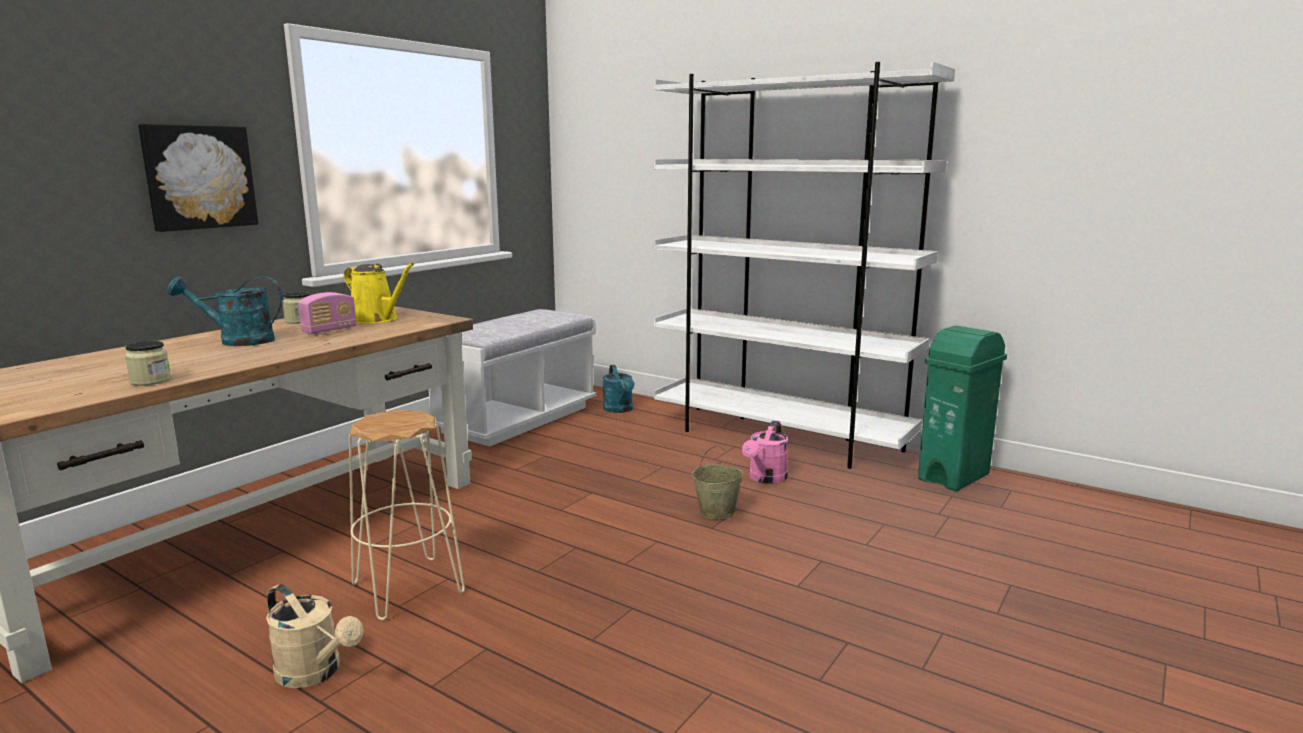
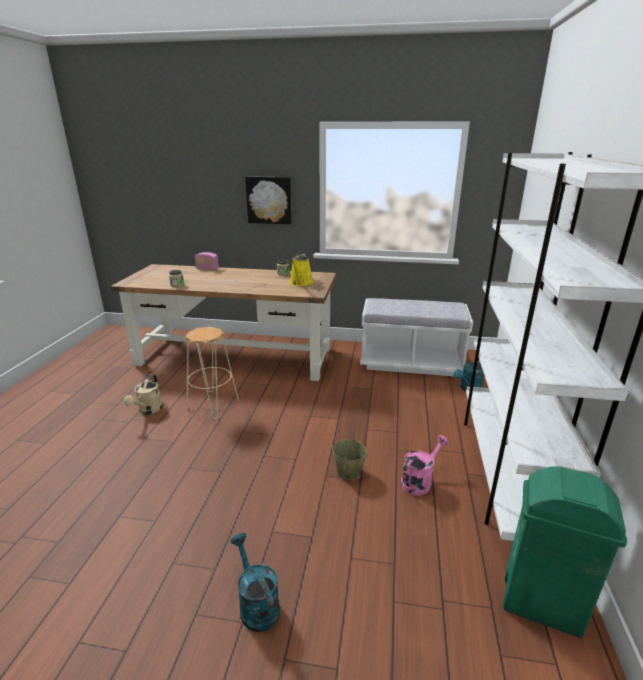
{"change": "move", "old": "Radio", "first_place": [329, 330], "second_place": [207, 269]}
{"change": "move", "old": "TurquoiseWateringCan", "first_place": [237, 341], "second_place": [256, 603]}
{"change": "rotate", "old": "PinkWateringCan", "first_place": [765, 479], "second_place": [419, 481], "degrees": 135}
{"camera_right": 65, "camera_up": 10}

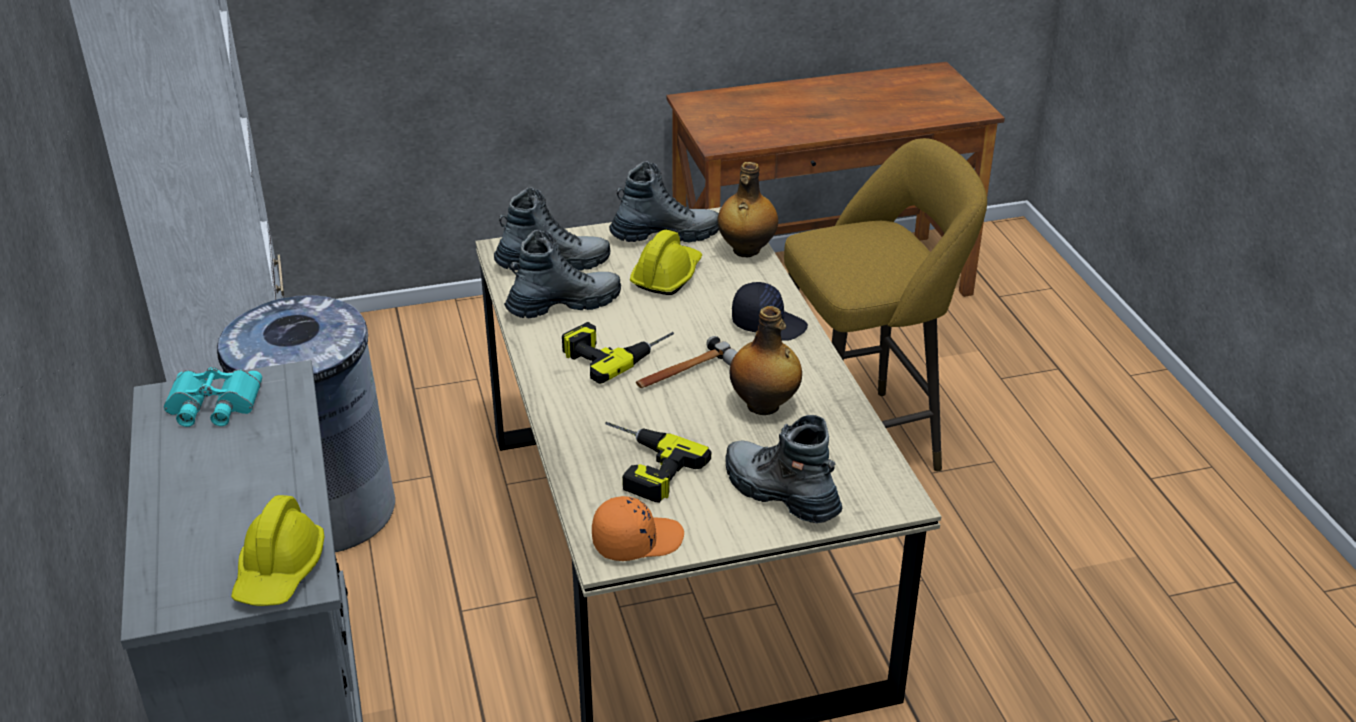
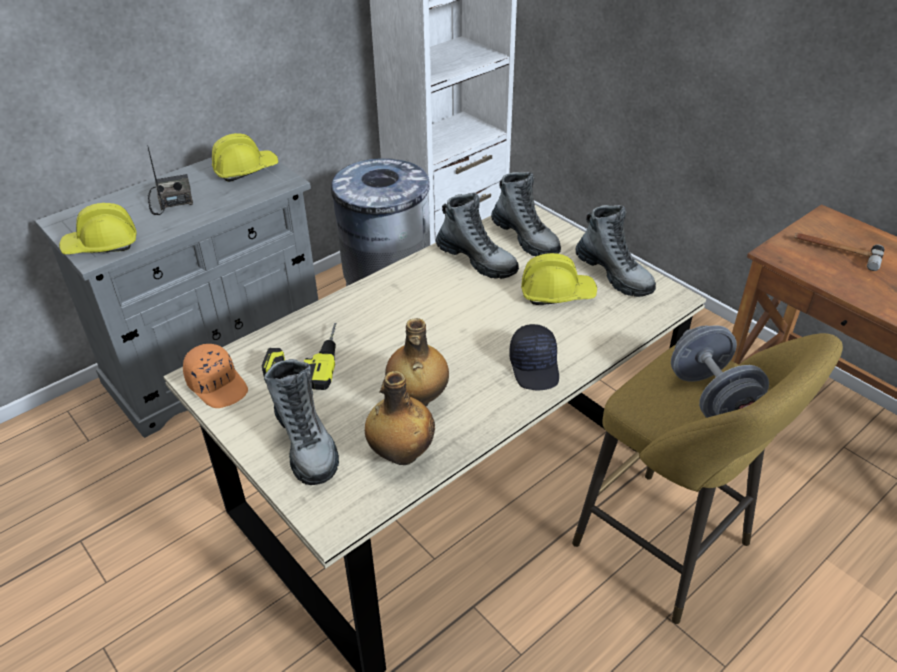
{"change": "insert", "new": "Radio", "second_place": [171, 200]}
{"change": "replace", "old": "TurquoiseBinoculars", "new": "YellowHardHat", "first_place": [212, 405], "second_place": [245, 170]}
{"change": "rotate", "old": "Boot", "first_place": [780, 493], "second_place": [306, 443], "degrees": 135}
{"change": "move", "old": "Bottle", "first_place": [746, 250], "second_place": [401, 454]}
{"change": "insert", "new": "GreyDumbbell", "second_place": [711, 398]}
{"change": "move", "old": "Hammer", "first_place": [686, 373], "second_place": [835, 251]}
{"change": "delete", "old": "PowerDrill", "first_place": [616, 351]}
{"camera_right": 65, "camera_up": 5}

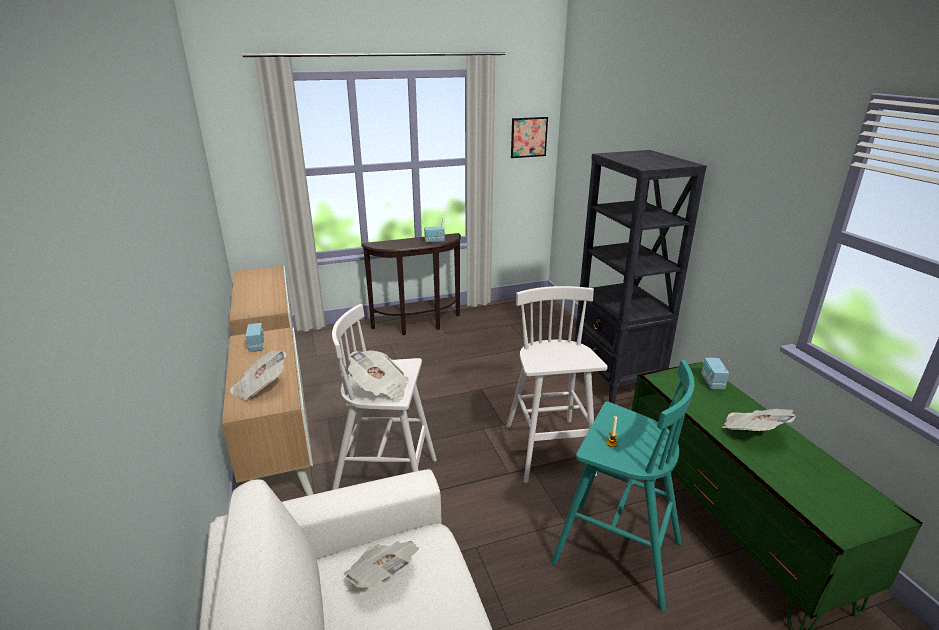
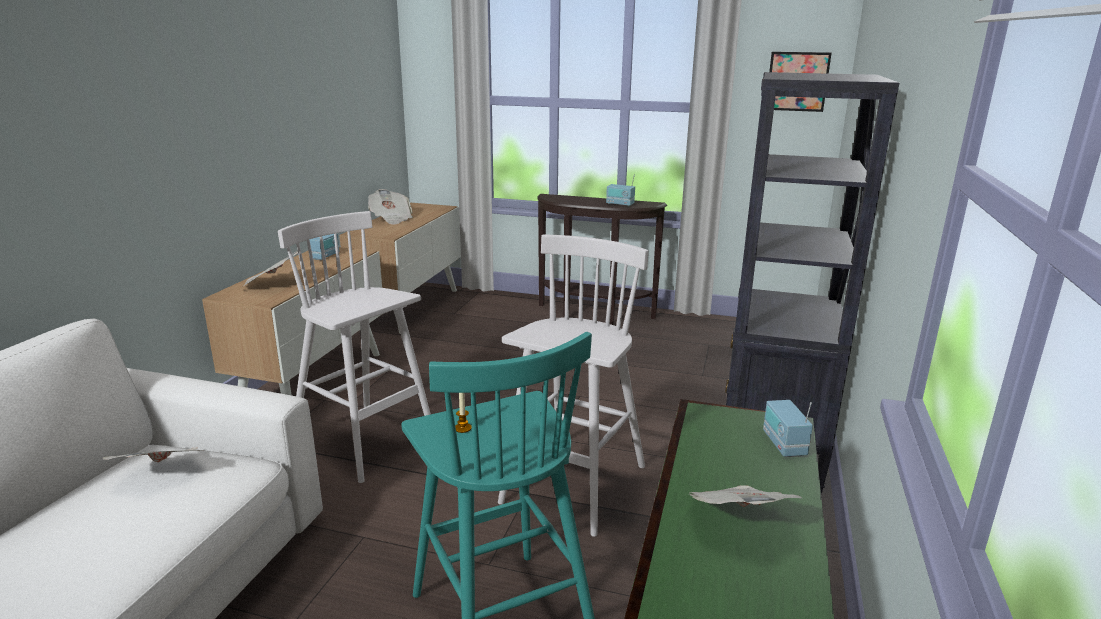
{"change": "move", "old": "Newspaper", "first_place": [380, 388], "second_place": [391, 219]}
{"change": "rotate", "old": "Radio", "first_place": [712, 382], "second_place": [783, 444], "degrees": -45}
{"camera_right": 35, "camera_up": -5}

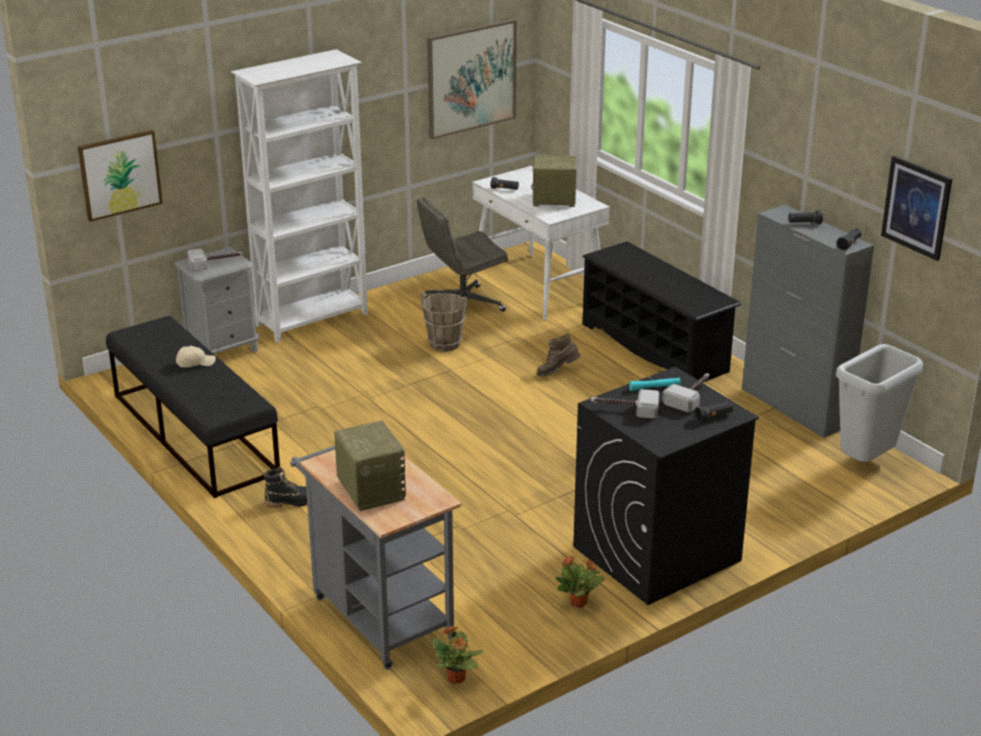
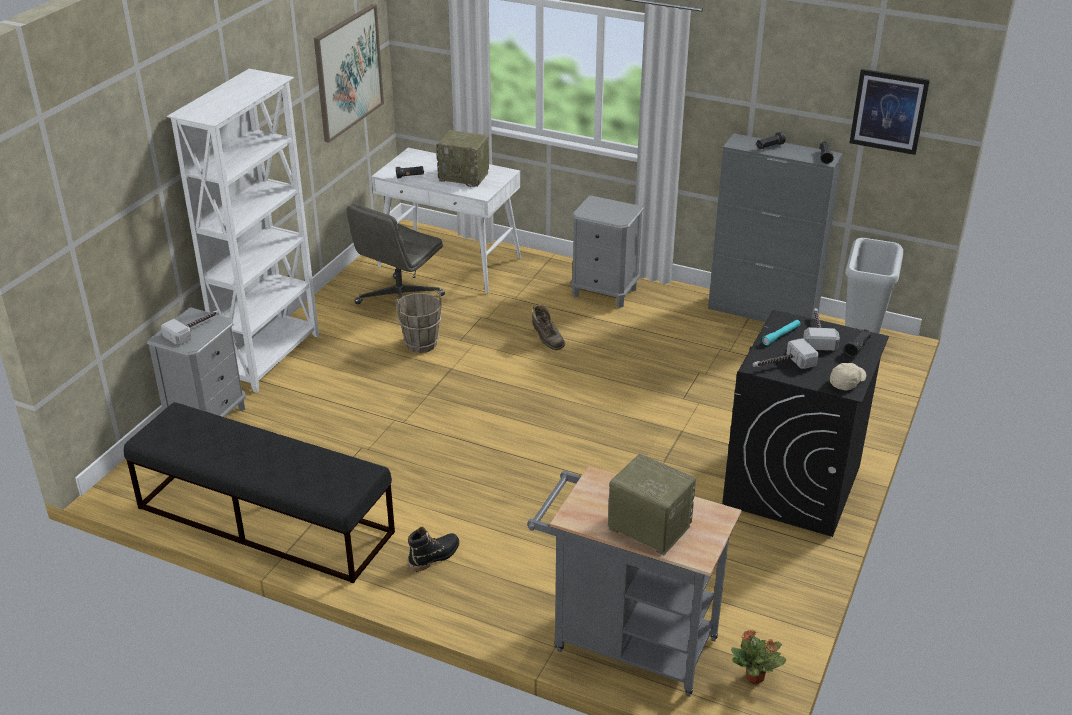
{"change": "rotate", "old": "Radio", "first_place": [553, 200], "second_place": [465, 176], "degrees": -135}
{"change": "rotate", "old": "BrownBoot", "first_place": [557, 372], "second_place": [546, 340], "degrees": -75}
{"change": "replace", "old": "BlackShoeRack", "new": "GreyNightstand", "first_place": [655, 348], "second_place": [604, 292]}
{"change": "move", "old": "BeigeCap", "first_place": [195, 363], "second_place": [847, 381]}
{"change": "delete", "old": "Picture", "first_place": [120, 174]}
{"change": "delete", "old": "PottedPlant", "first_place": [579, 603]}
{"camera_right": -30, "camera_up": 5}

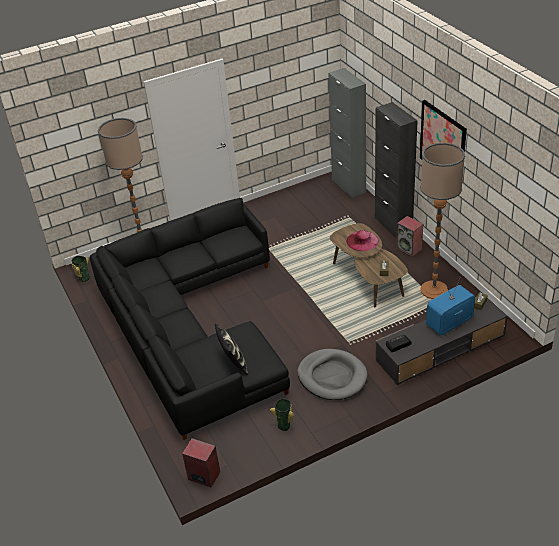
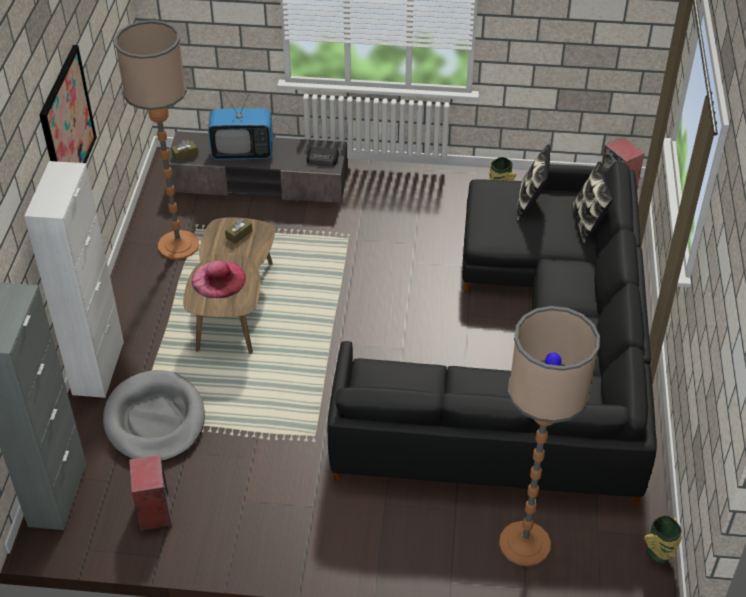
{"change": "recolor", "old": "BlackCabinet", "new": "WhiteCabinet", "first_place": [393, 225], "second_place": [98, 368]}
{"change": "move", "old": "GreyDogBed", "first_place": [332, 376], "second_place": [155, 420]}
{"change": "move", "old": "Speaker", "first_place": [409, 249], "second_place": [153, 511]}
{"change": "insert", "new": "Pillow", "second_place": [588, 223]}
{"camera_right": -150, "camera_up": 5}

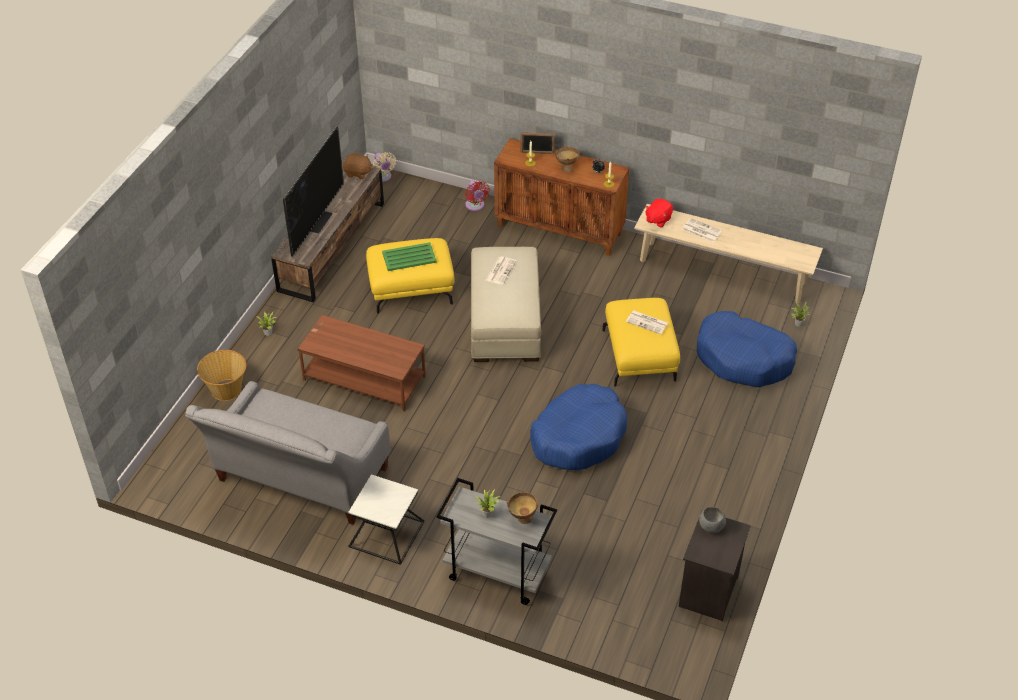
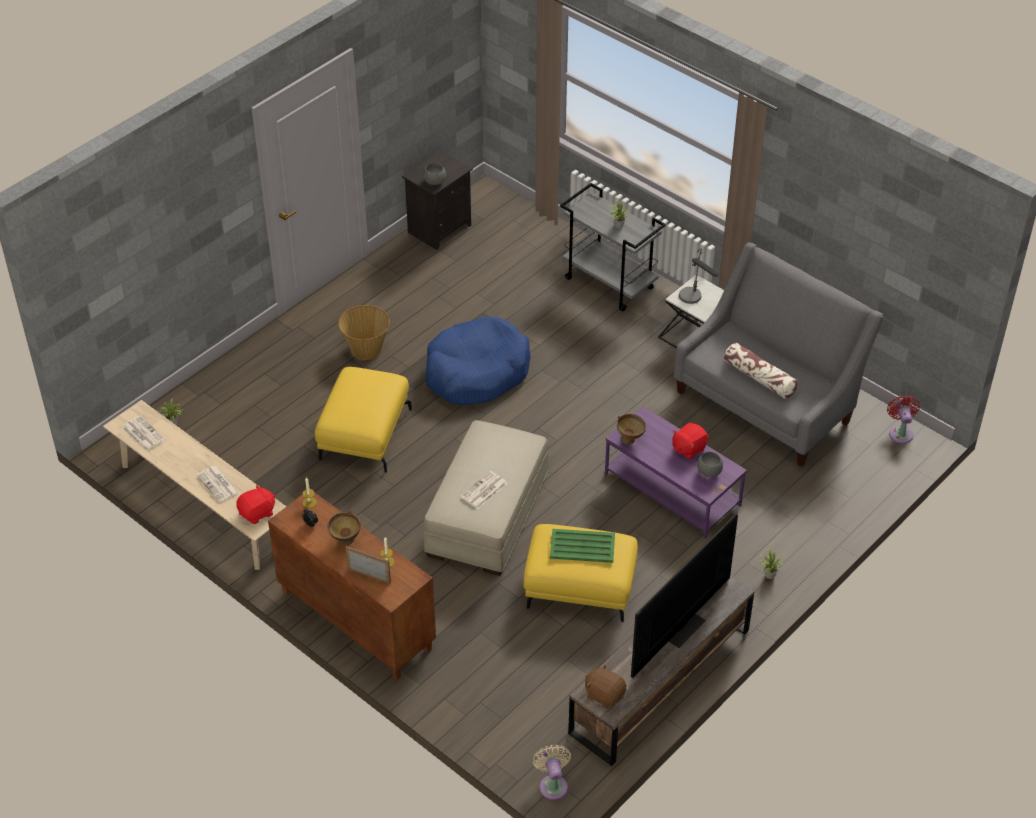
{"change": "move", "old": "Newspaper", "first_place": [647, 322], "second_place": [143, 434]}
{"change": "move", "old": "Basket", "first_place": [226, 390], "second_place": [366, 348]}
{"change": "recolor", "old": "BrownCoffeeTable", "new": "PurpleCoffeeTable", "first_place": [363, 378], "second_place": [673, 489]}
{"change": "move", "old": "BrownBowl", "first_place": [521, 518], "second_place": [630, 440]}
{"change": "insert", "new": "RedPlushToy", "second_place": [688, 448]}
{"change": "insert", "new": "TableLamp", "second_place": [694, 300]}
{"change": "insert", "new": "GreyBowl", "second_place": [708, 472]}
{"change": "insert", "new": "Pillow", "second_place": [759, 378]}
{"change": "move", "old": "RedFan", "first_place": [475, 206], "second_place": [900, 432]}
{"change": "delete", "old": "BlueDogBed", "first_place": [743, 358]}
{"camera_right": -160, "camera_up": 0}

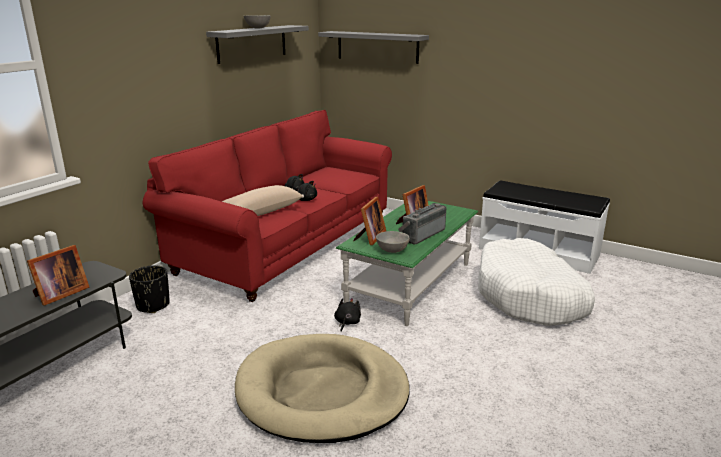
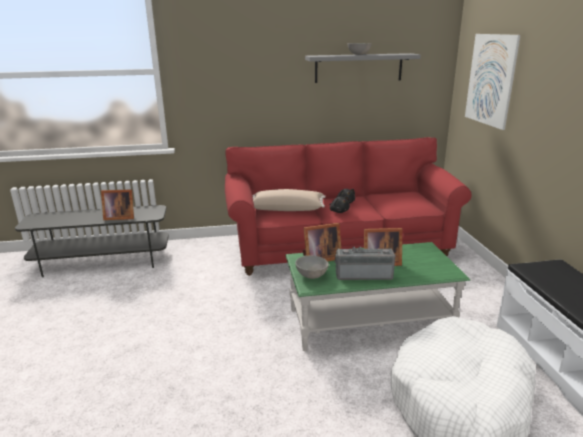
{"change": "replace", "old": "GreyShelf", "new": "Picture", "first_place": [377, 47], "second_place": [490, 80]}
{"change": "delete", "old": "BlackPlanter", "first_place": [153, 305]}
{"change": "delete", "old": "BeigeDogBed", "first_place": [322, 392]}
{"change": "delete", "old": "BlackPlushToy", "first_place": [347, 323]}
{"camera_right": 50, "camera_up": 0}

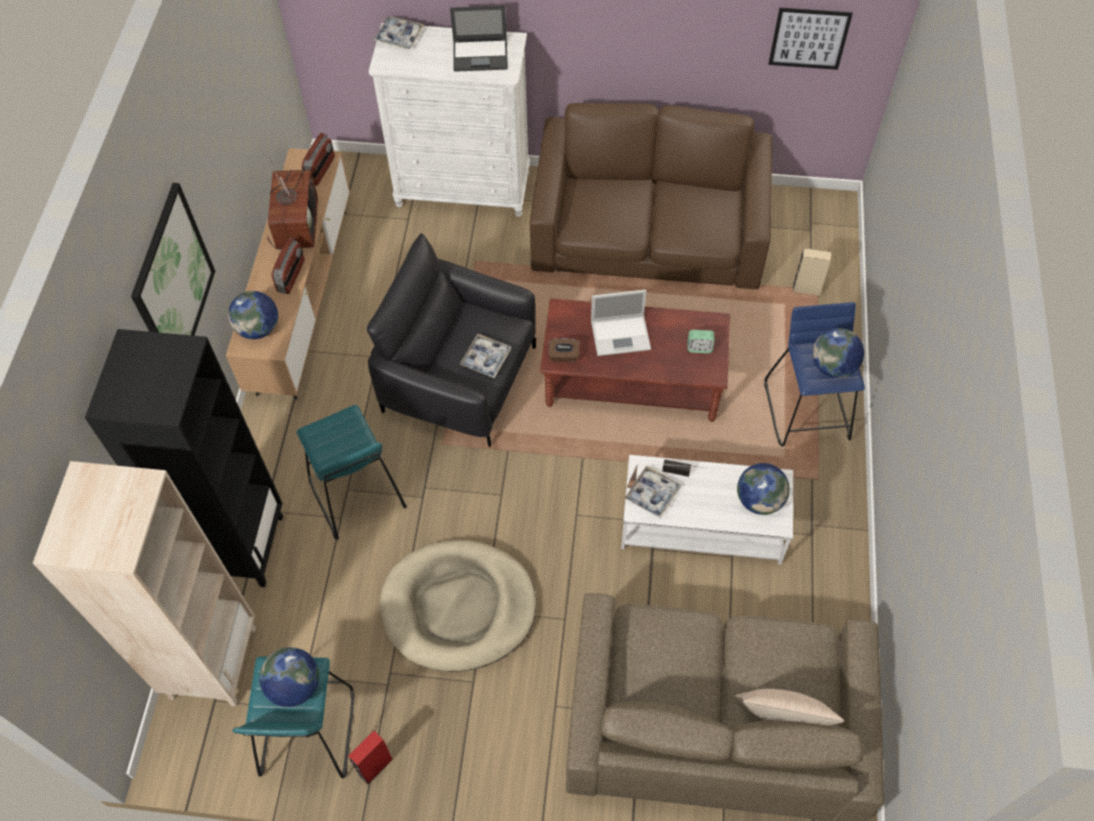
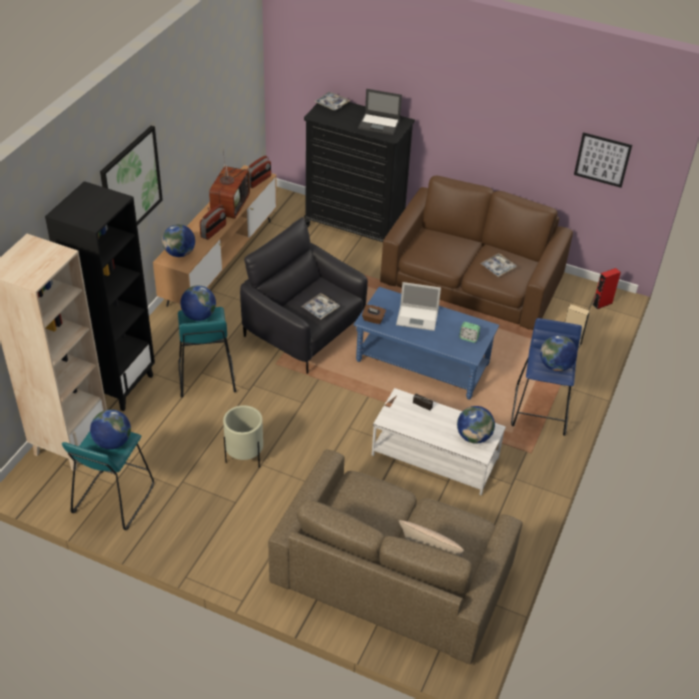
{"change": "insert", "new": "Globe", "second_place": [199, 316]}
{"change": "replace", "old": "BeigeDogBed", "new": "BeigePlanter", "first_place": [458, 607], "second_place": [245, 457]}
{"change": "recolor", "old": "WhiteDresser", "new": "BlackDresser", "first_place": [463, 189], "second_place": [354, 227]}
{"change": "recolor", "old": "BrownCoffeeTable", "new": "BlueCoffeeTable", "first_place": [633, 382], "second_place": [422, 363]}
{"change": "move", "old": "Tray", "first_place": [652, 494], "second_place": [498, 268]}
{"change": "move", "old": "RedSpeaker", "first_place": [375, 767], "second_place": [602, 304]}
{"camera_right": 15, "camera_up": -15}

